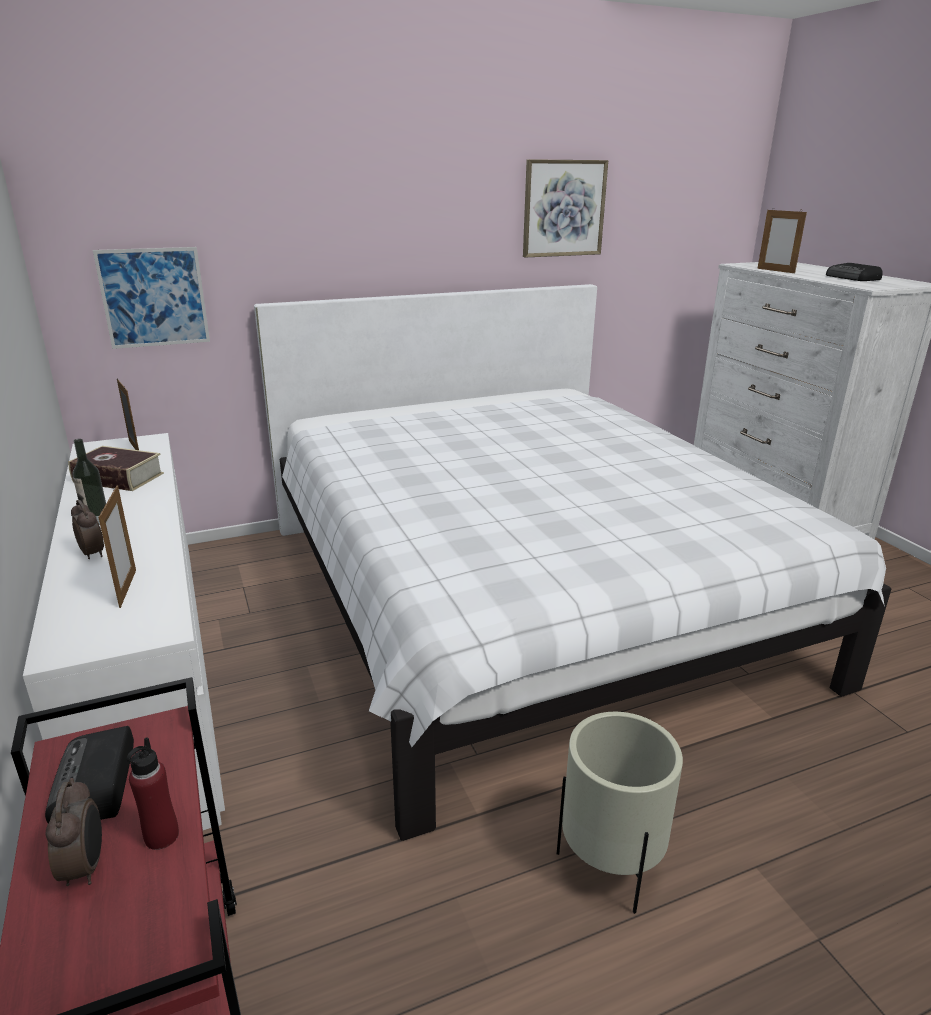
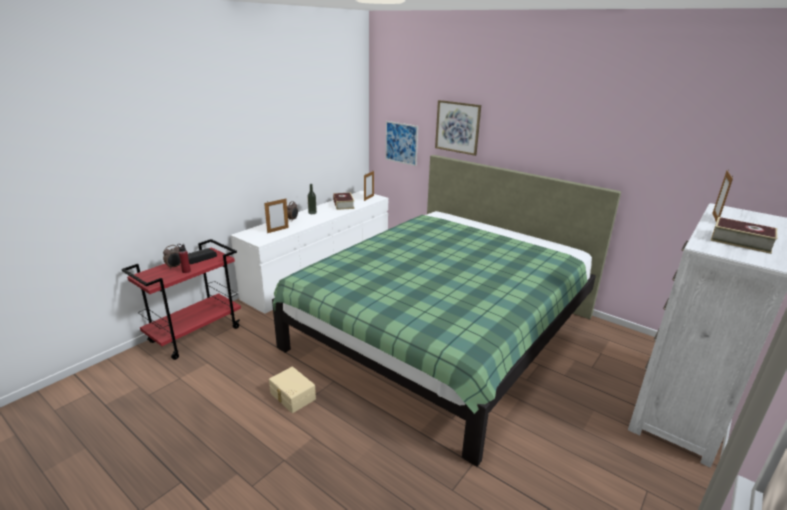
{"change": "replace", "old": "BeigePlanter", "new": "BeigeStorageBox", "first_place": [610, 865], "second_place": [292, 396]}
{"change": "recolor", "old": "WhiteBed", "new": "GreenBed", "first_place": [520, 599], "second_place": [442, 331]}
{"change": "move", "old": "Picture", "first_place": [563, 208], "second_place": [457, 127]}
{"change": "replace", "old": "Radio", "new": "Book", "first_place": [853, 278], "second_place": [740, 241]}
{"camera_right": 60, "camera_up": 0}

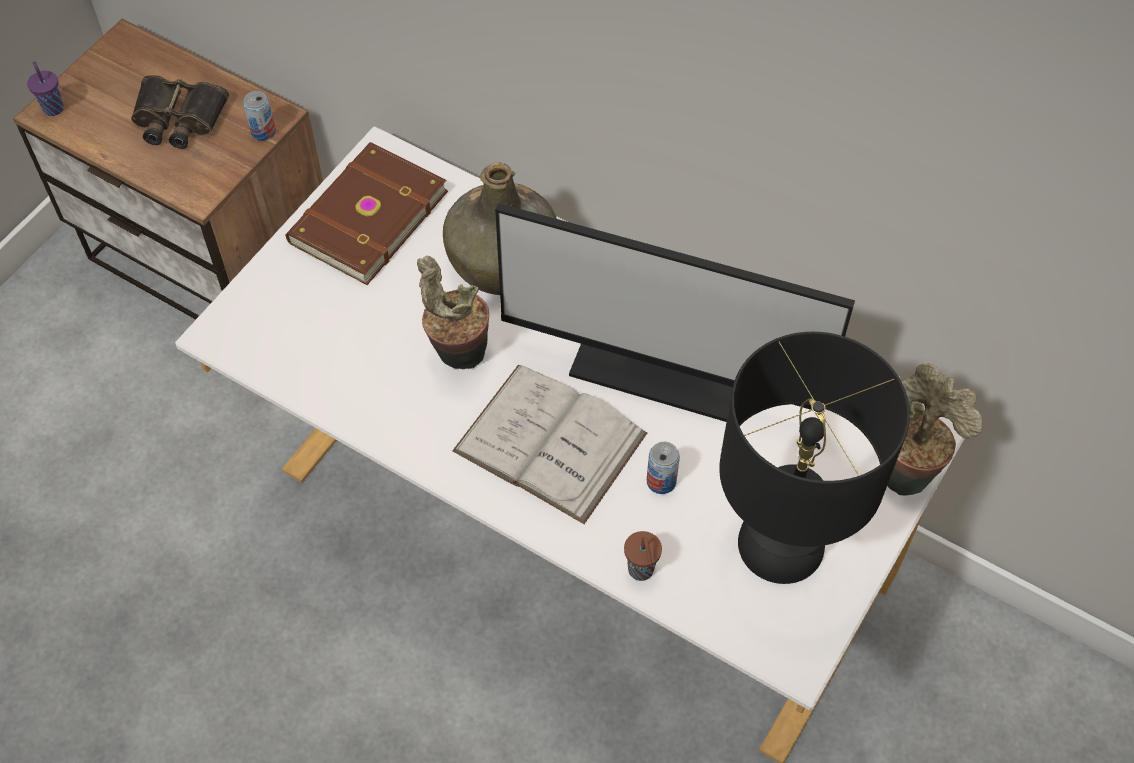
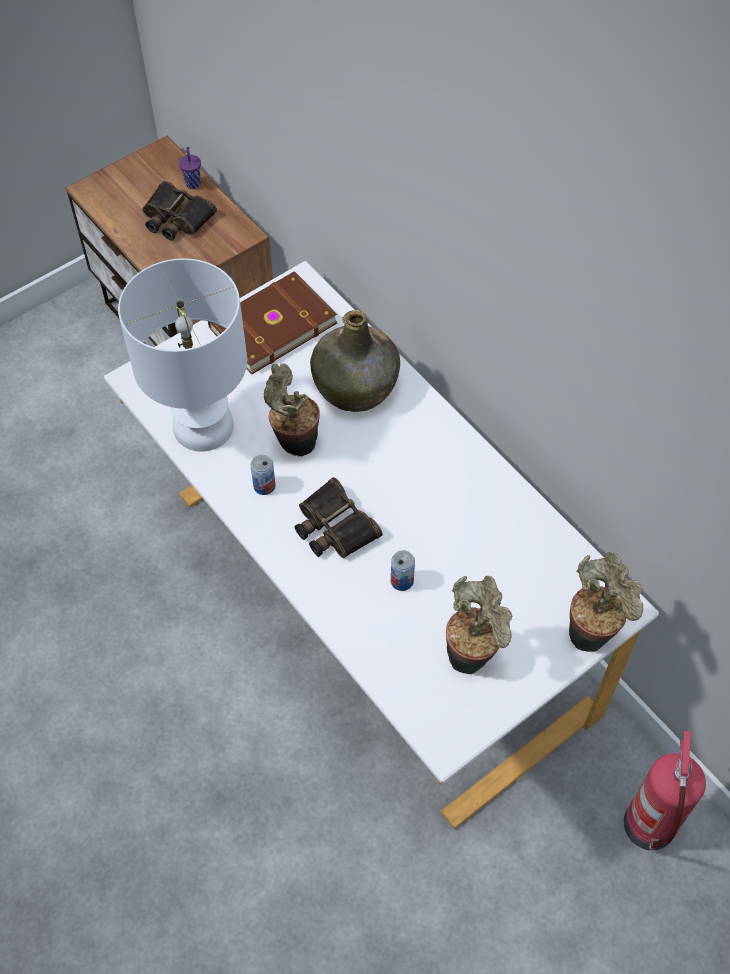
{"change": "insert", "new": "WhiteTableLamp", "second_place": [202, 427]}
{"change": "move", "old": "PurpleCup", "first_place": [53, 107], "second_place": [193, 183]}
{"change": "move", "old": "Can", "first_place": [263, 131], "second_place": [264, 486]}
{"change": "replace", "old": "WhiteBook", "new": "Binoculars", "first_place": [550, 442], "second_place": [333, 527]}
{"change": "replace", "old": "BlackTableLamp", "new": "PottedPlant", "first_place": [782, 543], "second_place": [472, 654]}
{"change": "insert", "new": "FireExtinguisher", "second_place": [650, 827]}
{"change": "delete", "old": "Monitor", "first_place": [665, 362]}
{"change": "delete", "old": "BrownCup", "first_place": [641, 571]}
{"camera_right": 20, "camera_up": 0}

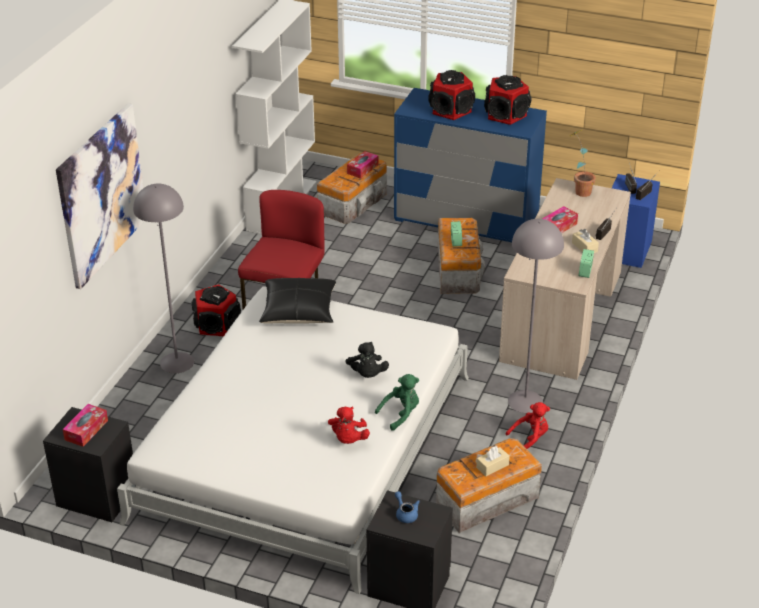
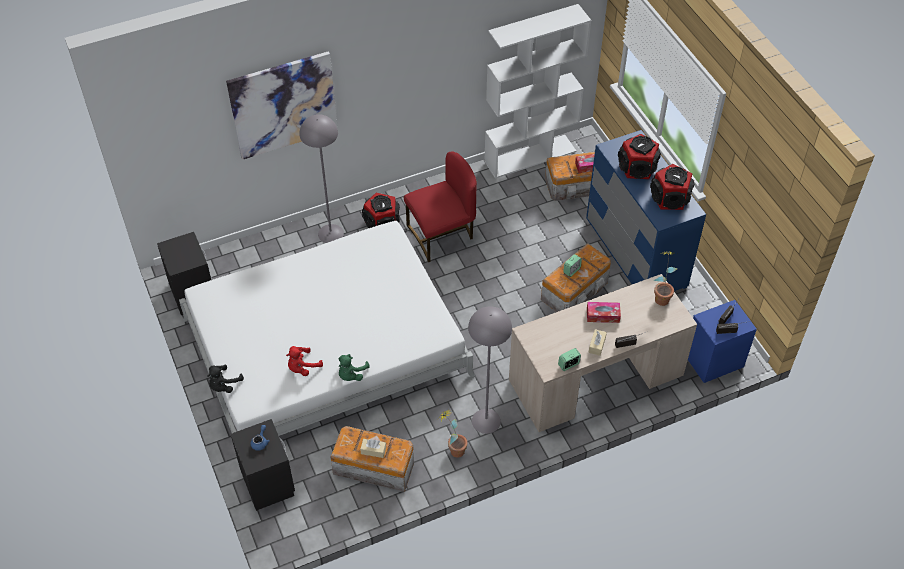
{"change": "move", "old": "BlackPlushToy", "first_place": [367, 374], "second_place": [224, 385]}
{"change": "rotate", "old": "GreenPlushToy", "first_place": [401, 414], "second_place": [351, 374], "degrees": 105}
{"change": "replace", "old": "RedPlushToy", "new": "PottedPlant", "first_place": [530, 438], "second_place": [453, 449]}
{"change": "delete", "old": "TissueBox", "first_place": [86, 430]}
{"change": "delete", "old": "BlackPillow", "first_place": [299, 311]}
{"camera_right": 45, "camera_up": 15}

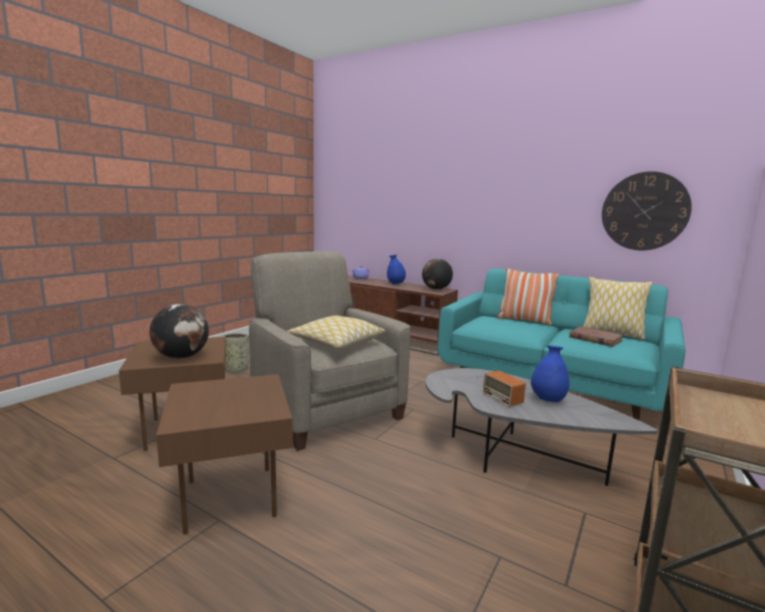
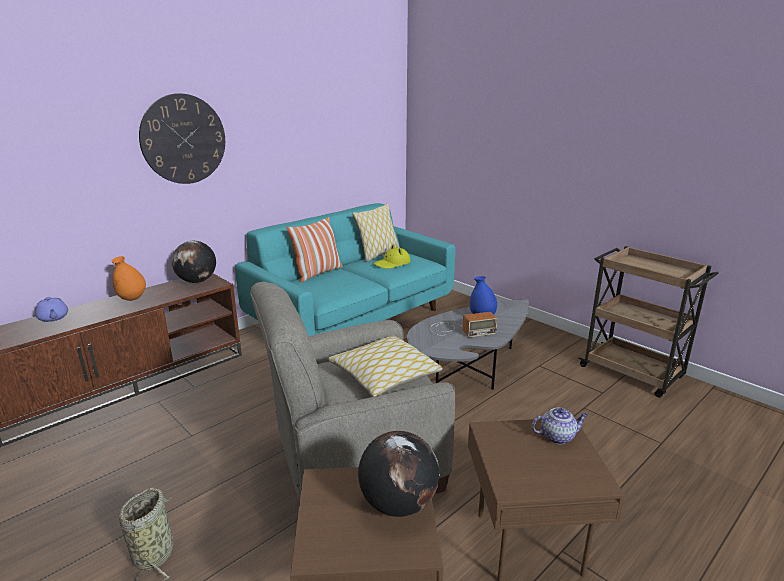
{"change": "recolor", "old": "BlueVase", "new": "OrangeVase", "first_place": [395, 284], "second_place": [132, 299]}
{"change": "move", "old": "WallClock", "first_place": [644, 211], "second_place": [183, 139]}
{"change": "replace", "old": "BrownBook", "new": "YellowHat", "first_place": [595, 339], "second_place": [392, 263]}
{"change": "insert", "new": "Teapot", "second_place": [558, 436]}
{"camera_right": -75, "camera_up": 10}

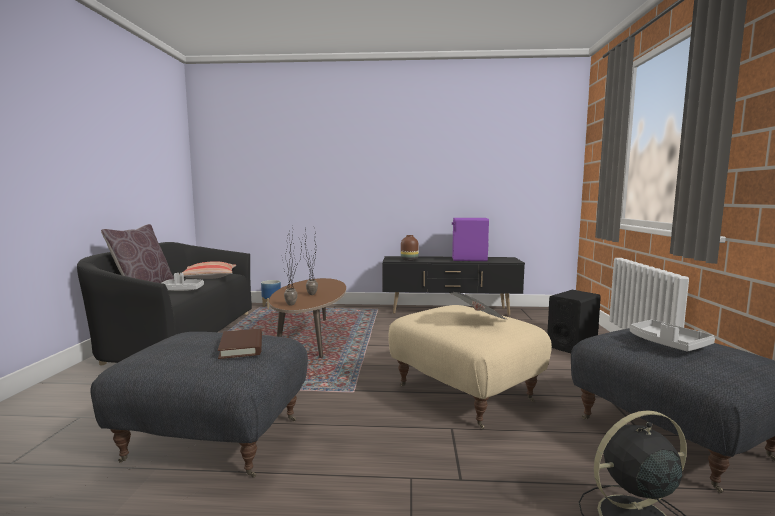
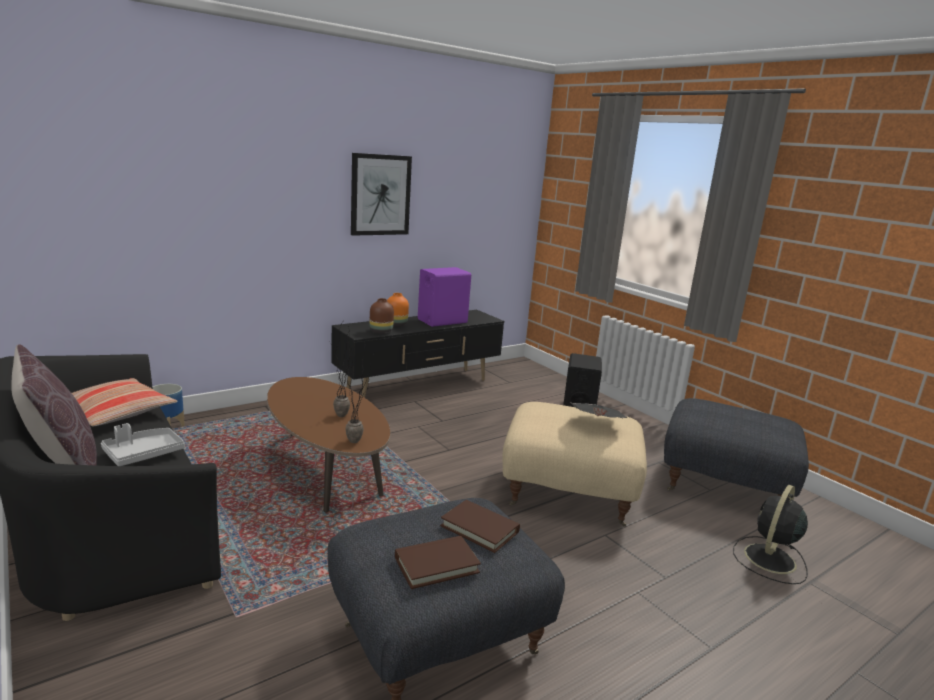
{"change": "insert", "new": "Picture", "second_place": [380, 195]}
{"change": "insert", "new": "OrangeVase", "second_place": [397, 325]}
{"change": "insert", "new": "BrownBook", "second_place": [436, 565]}
{"change": "delete", "old": "GreyTray", "first_place": [667, 344]}
{"camera_right": -40, "camera_up": 10}

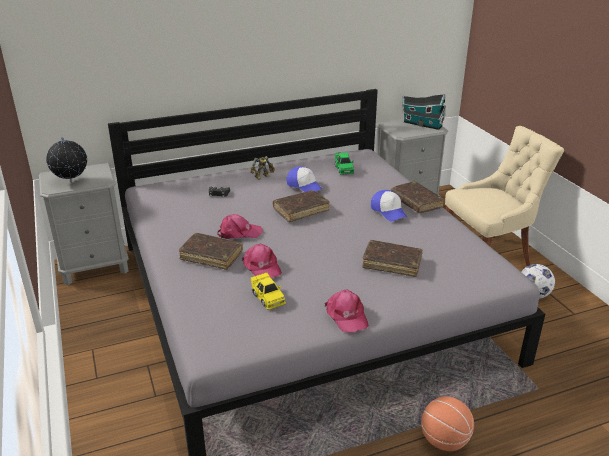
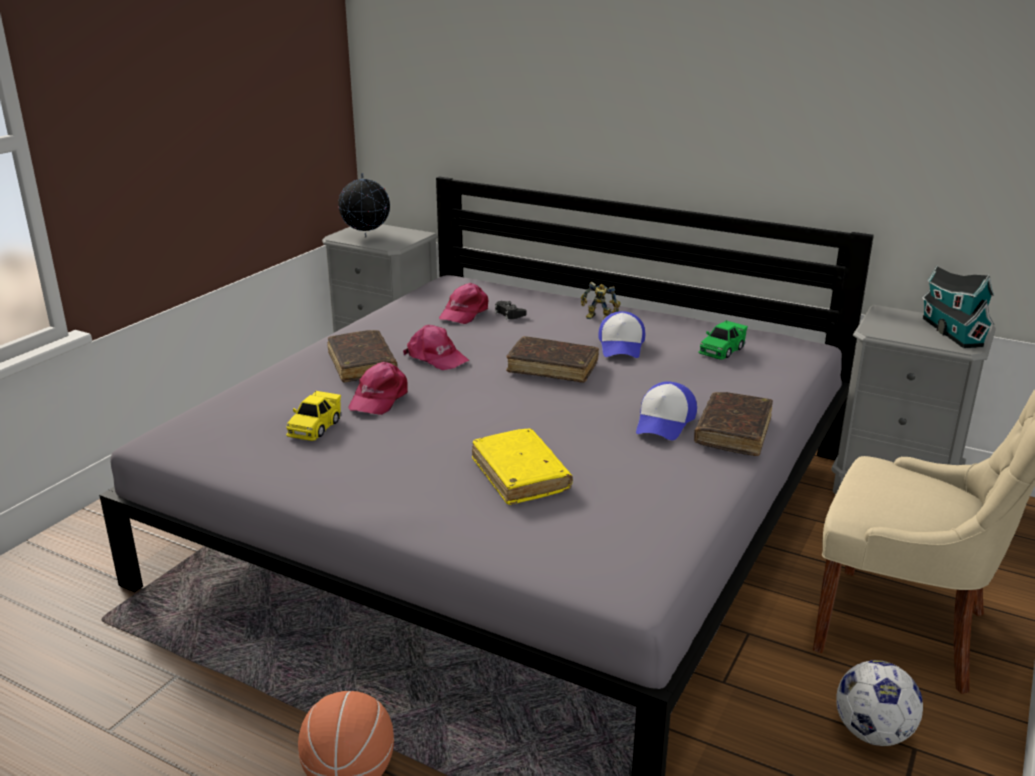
{"change": "move", "old": "PinkCap", "first_place": [346, 316], "second_place": [464, 313]}
{"change": "recolor", "old": "BrownBook", "new": "YellowBook", "first_place": [392, 263], "second_place": [520, 475]}
{"camera_right": 50, "camera_up": -5}

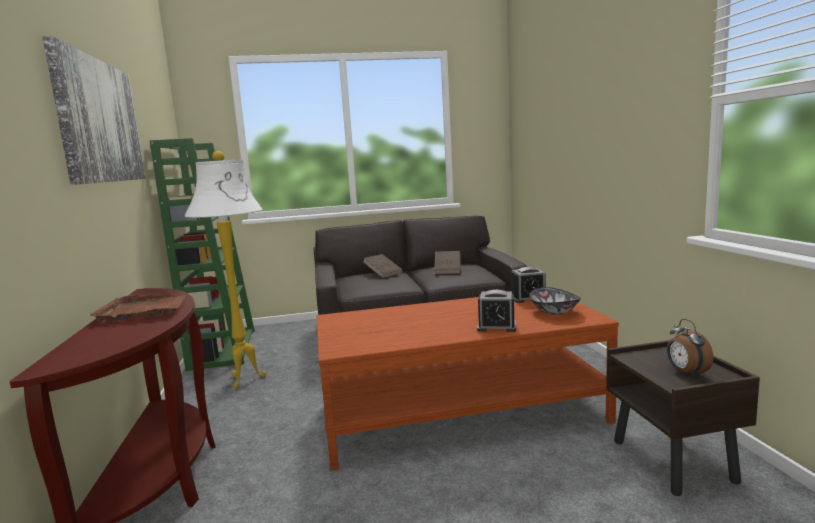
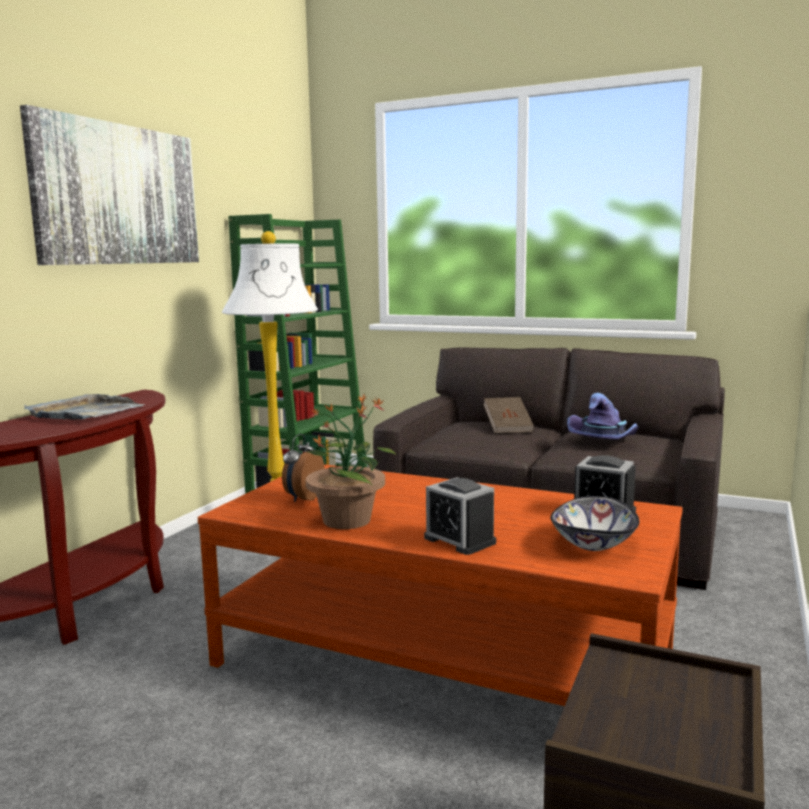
{"change": "recolor", "old": "BrownTray", "new": "GreyTray", "first_place": [143, 310], "second_place": [85, 412]}
{"change": "move", "old": "AlarmClock", "first_place": [686, 372], "second_place": [302, 498]}
{"change": "insert", "new": "PottedPlant", "second_place": [348, 520]}
{"change": "replace", "old": "BrownBook", "new": "PurpleHat", "first_place": [448, 271], "second_place": [603, 441]}
{"camera_right": 35, "camera_up": 0}

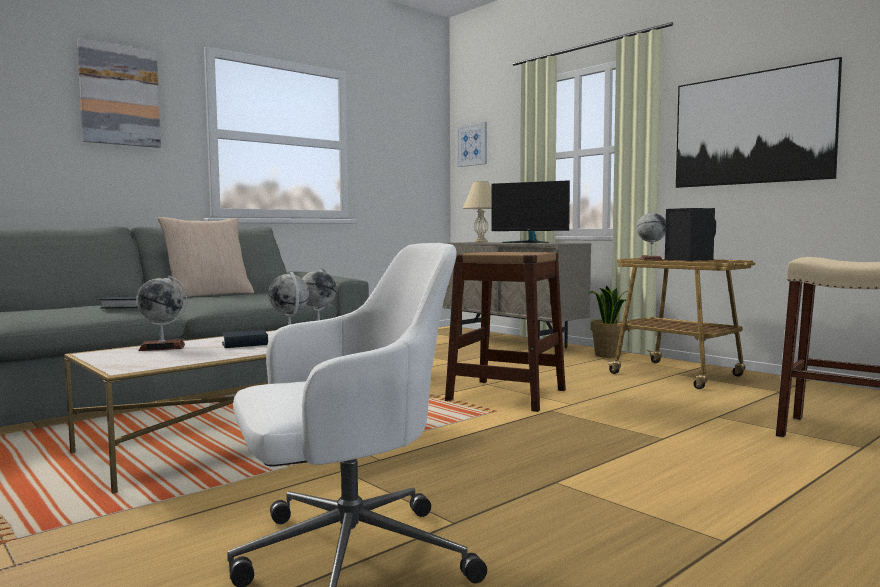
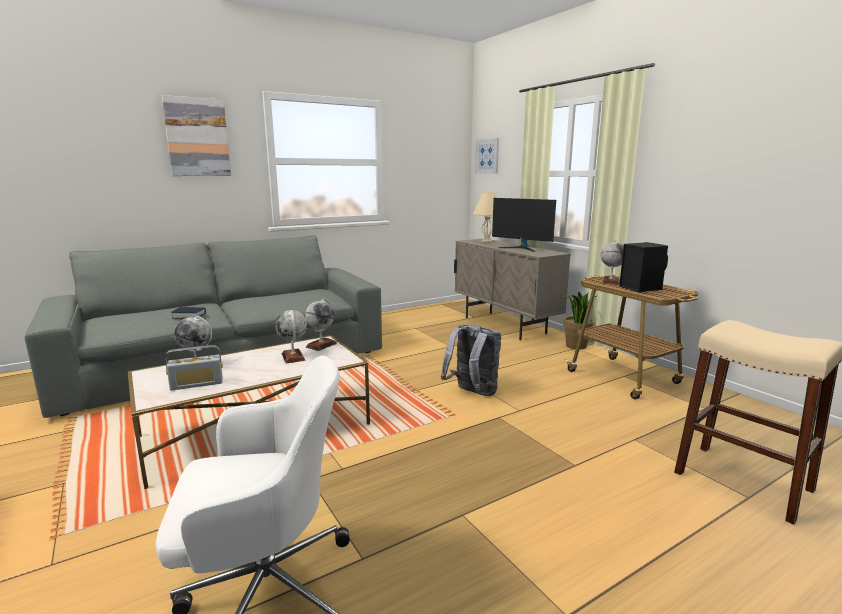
{"change": "insert", "new": "Radio", "second_place": [197, 384]}
{"change": "replace", "old": "BrownStool", "new": "GreyBackpack", "first_place": [507, 395], "second_place": [472, 393]}
{"change": "delete", "old": "BeigePillow", "first_place": [208, 295]}
{"change": "delete", "old": "Book", "first_place": [245, 344]}
{"change": "delete", "old": "Picture", "first_place": [751, 128]}
{"camera_right": 10, "camera_up": 10}

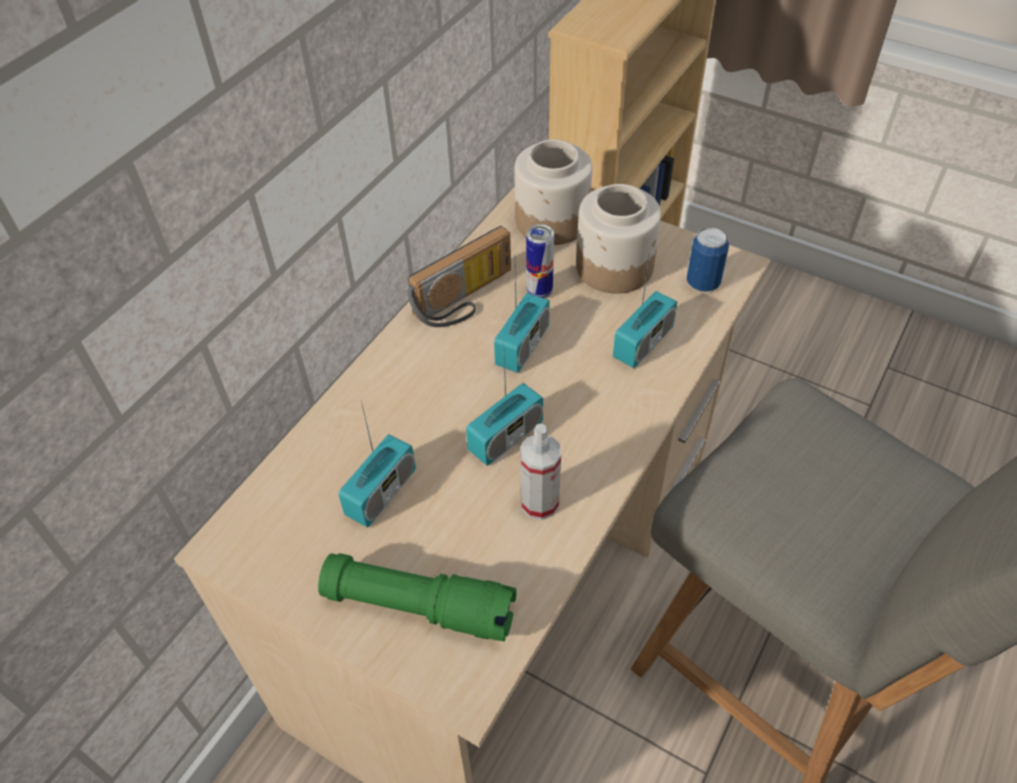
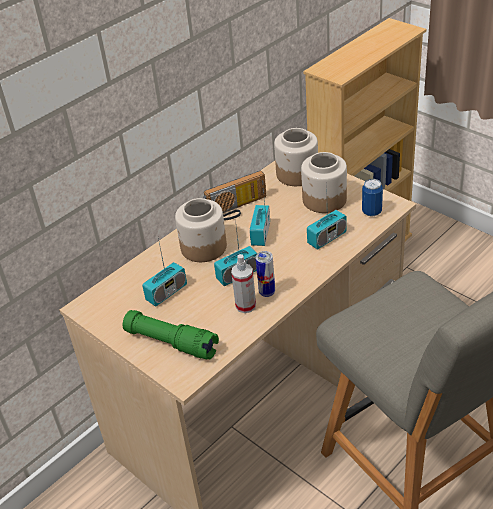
{"change": "insert", "new": "Jar", "second_place": [203, 247]}
{"change": "rotate", "old": "Radio", "first_place": [522, 346], "second_place": [260, 234], "degrees": 150}
{"change": "move", "old": "Can", "first_place": [539, 291], "second_place": [267, 292]}
{"camera_right": 15, "camera_up": -10}

